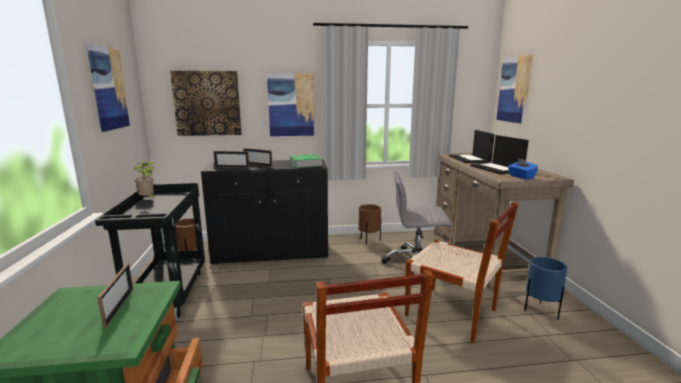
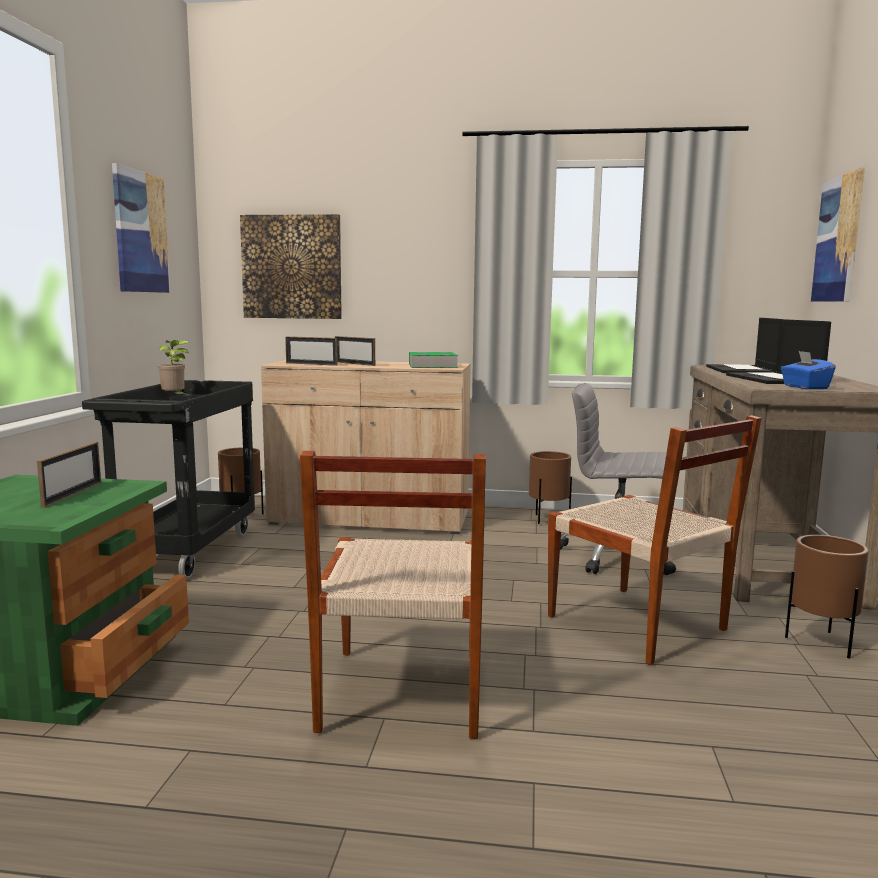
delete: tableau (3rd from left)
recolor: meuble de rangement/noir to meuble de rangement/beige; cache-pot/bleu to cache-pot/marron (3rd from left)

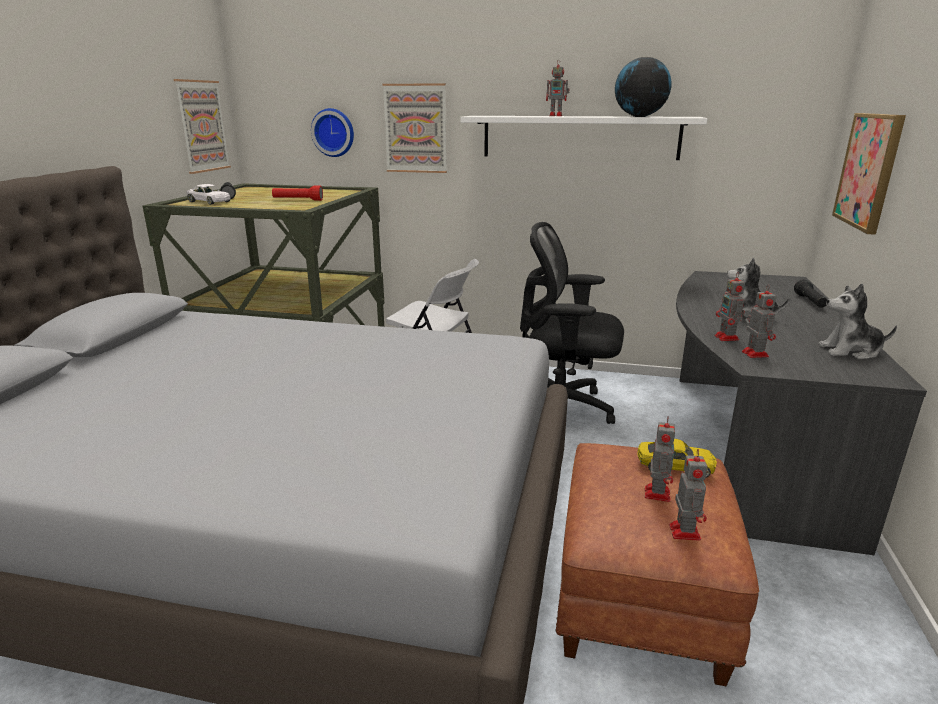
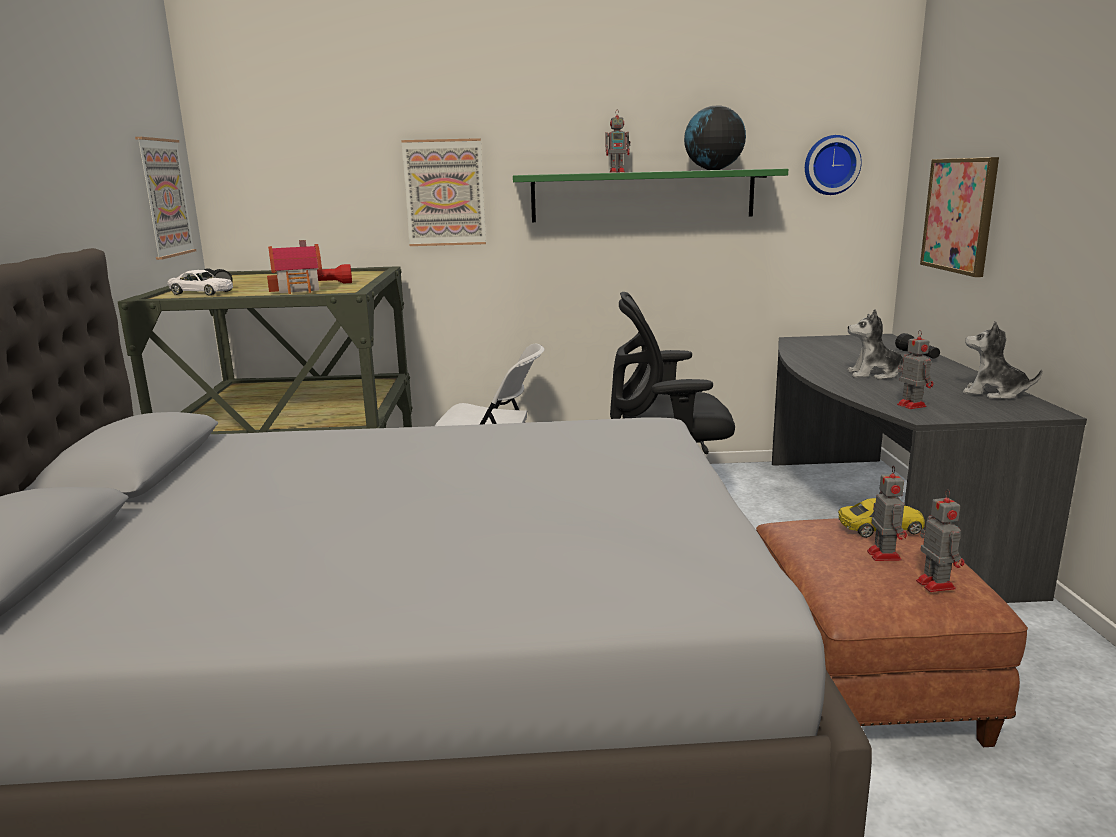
delete: robot jouet (4th from left)
insert: maison miniature
move: horloge murale
recolor: étagère/blanc to étagère/vert
rotate: peluche (2nd from left) 45 degrees clockwise

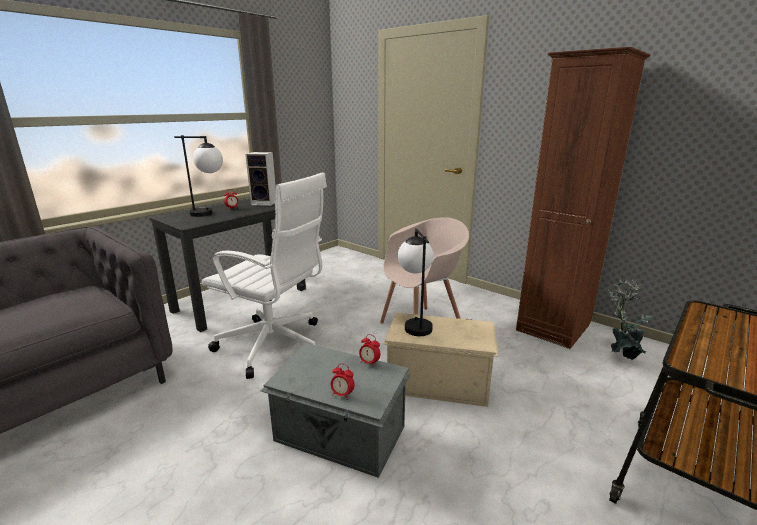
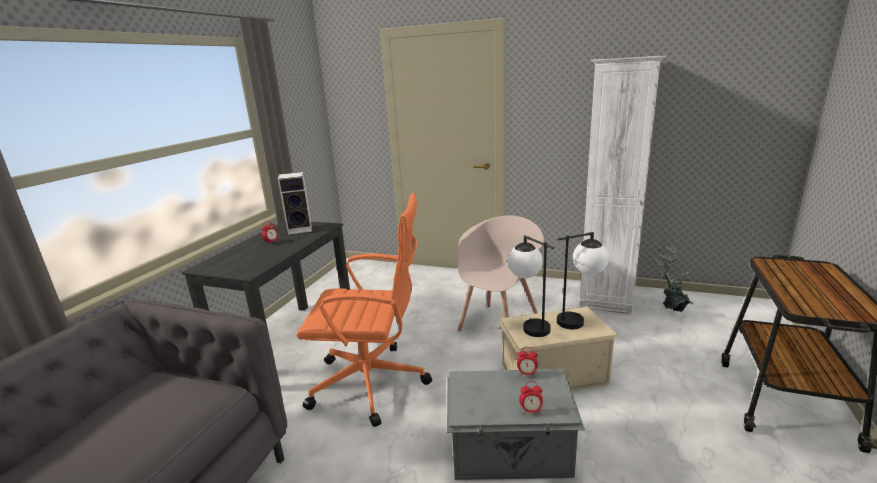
move: lampe de table (1st from left in the first image) to lampe de table (2nd from left)
recolor: meuble de rangement/marron to meuble de rangement/blanc; chaise de bureau/blanc to chaise de bureau/orange

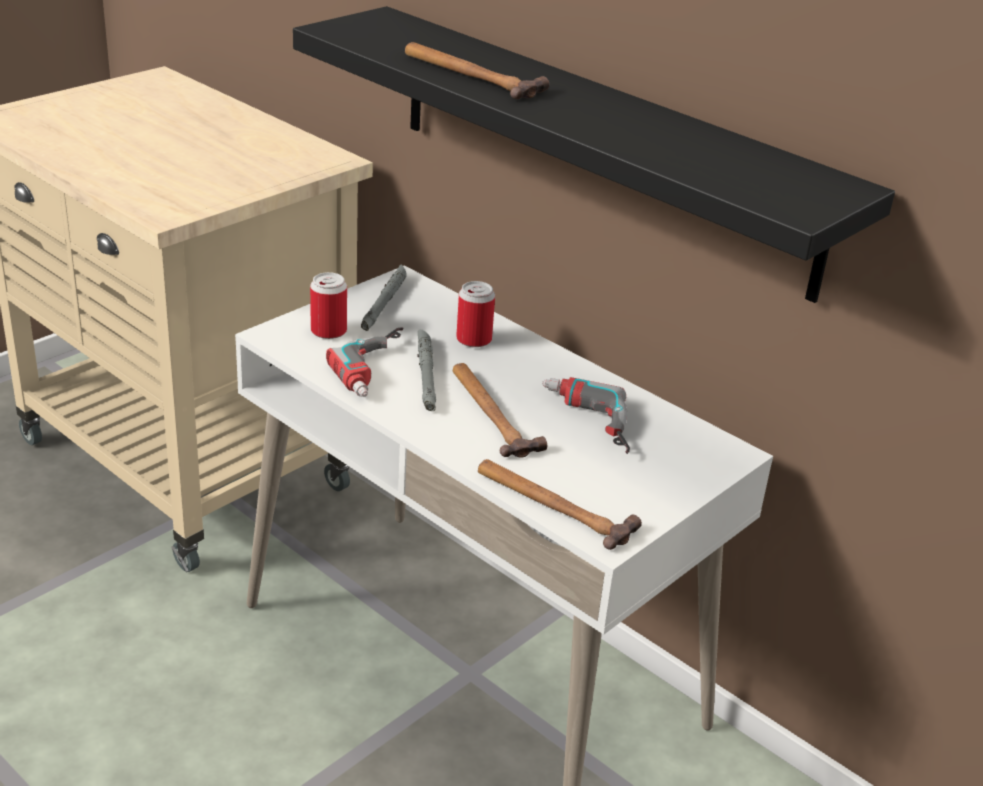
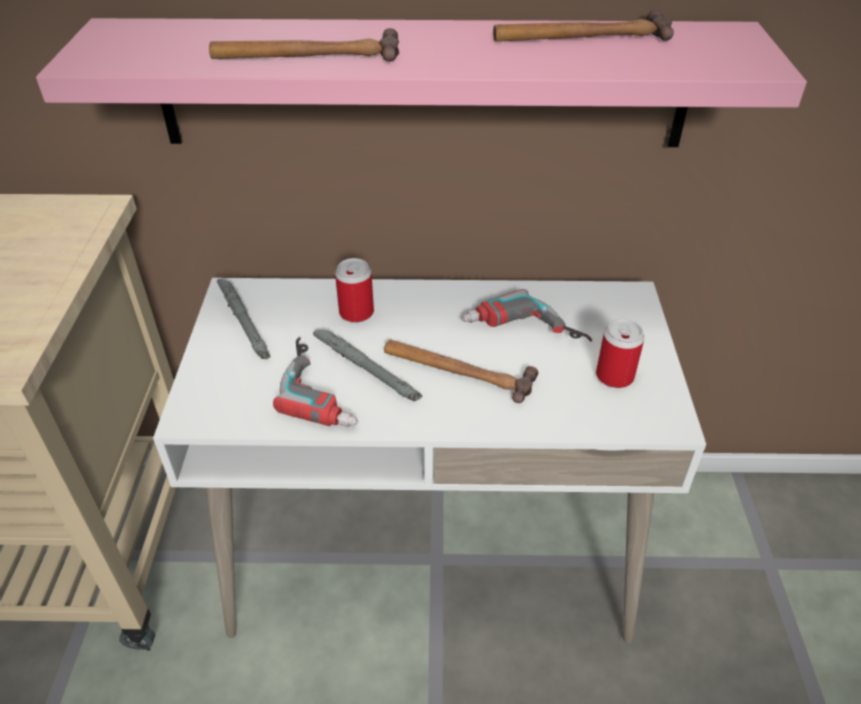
move: boîte métallique (1st from left in the first image) to boîte métallique (2nd from left); marteau (3rd from left)
recolor: étagère/noir to étagère/rose

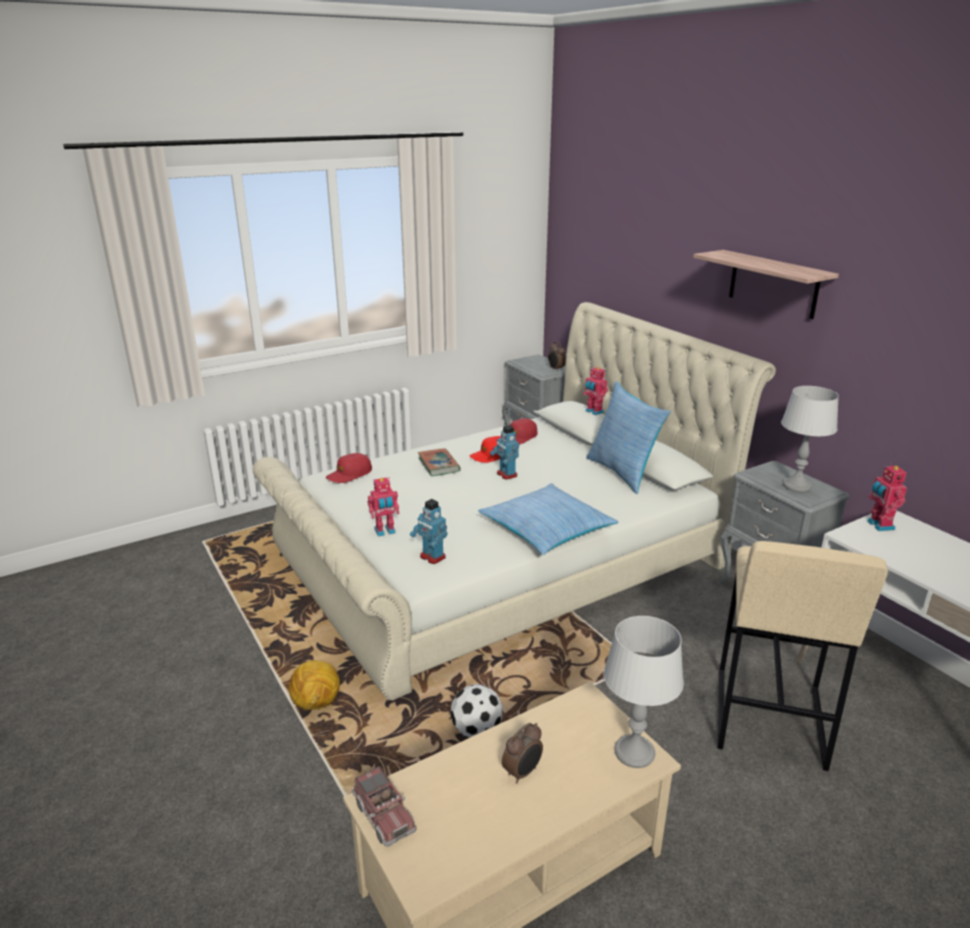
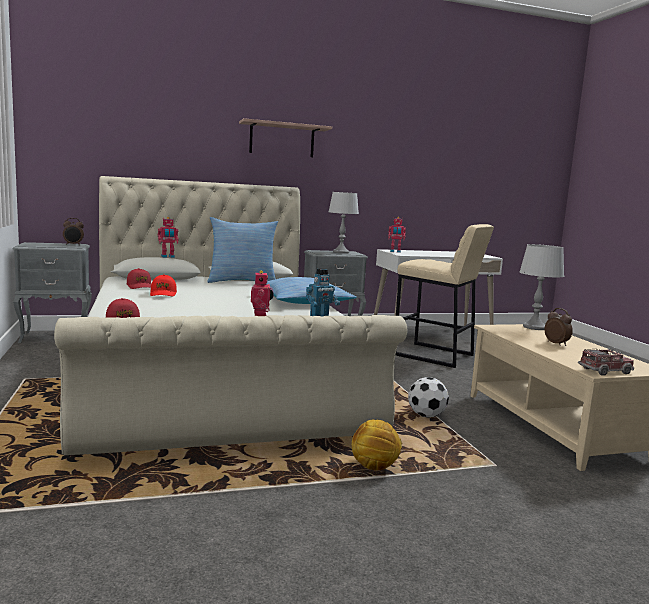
delete: robot jouet (3rd from left); livre

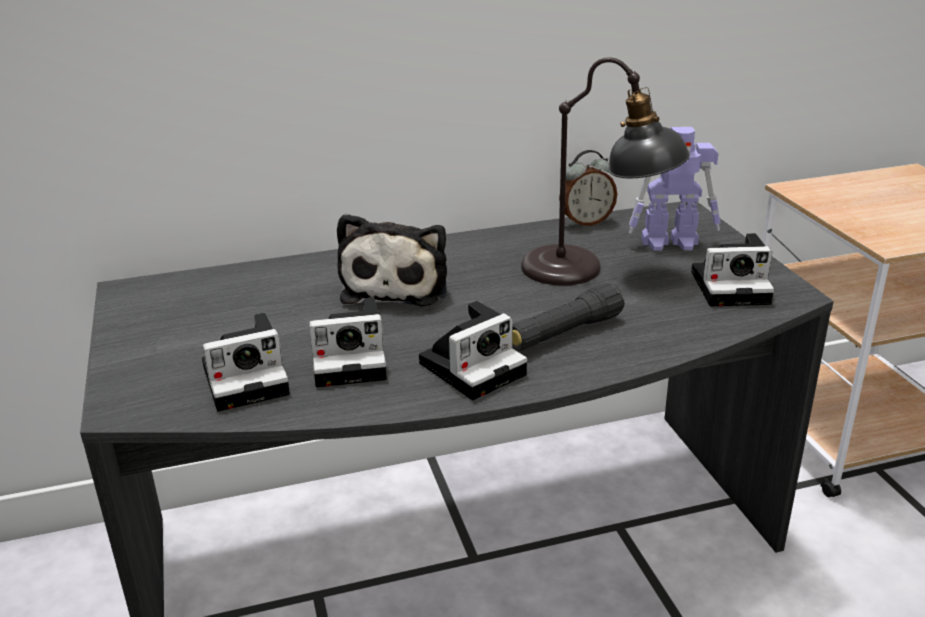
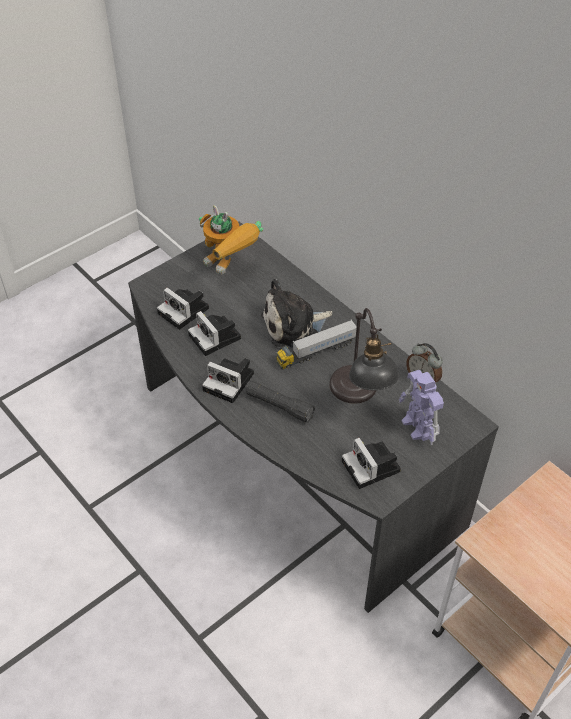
insert: robot jouet (1st from left); camion jouet

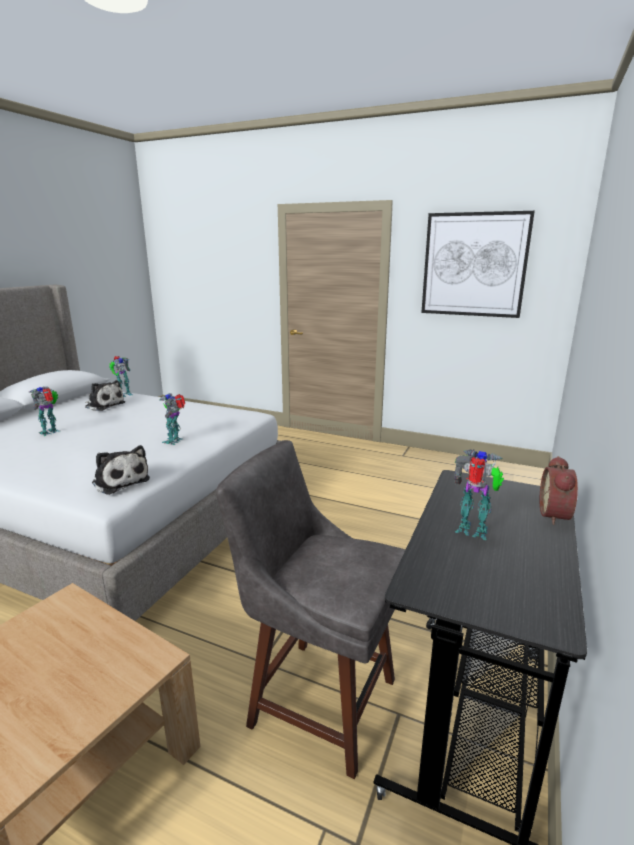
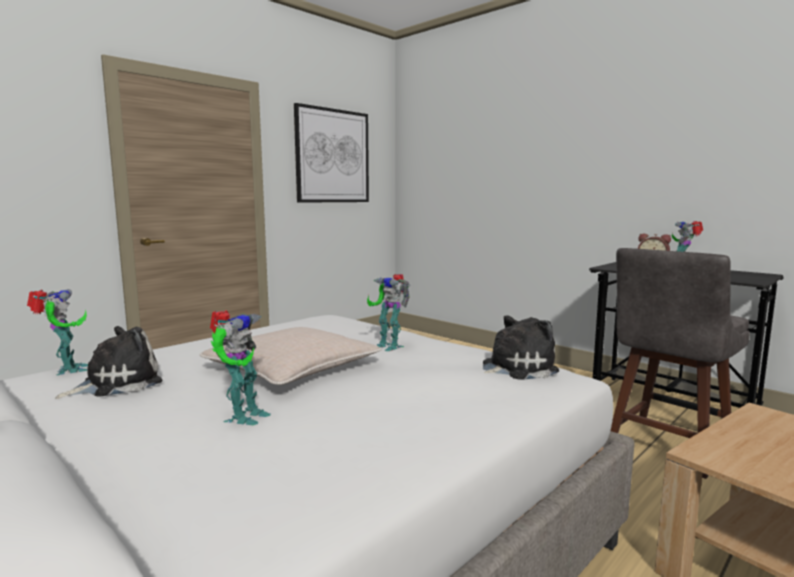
insert: coussin/beige
rotate: robot jouet (1st from left in the first image) 120 degrees counterclockwise

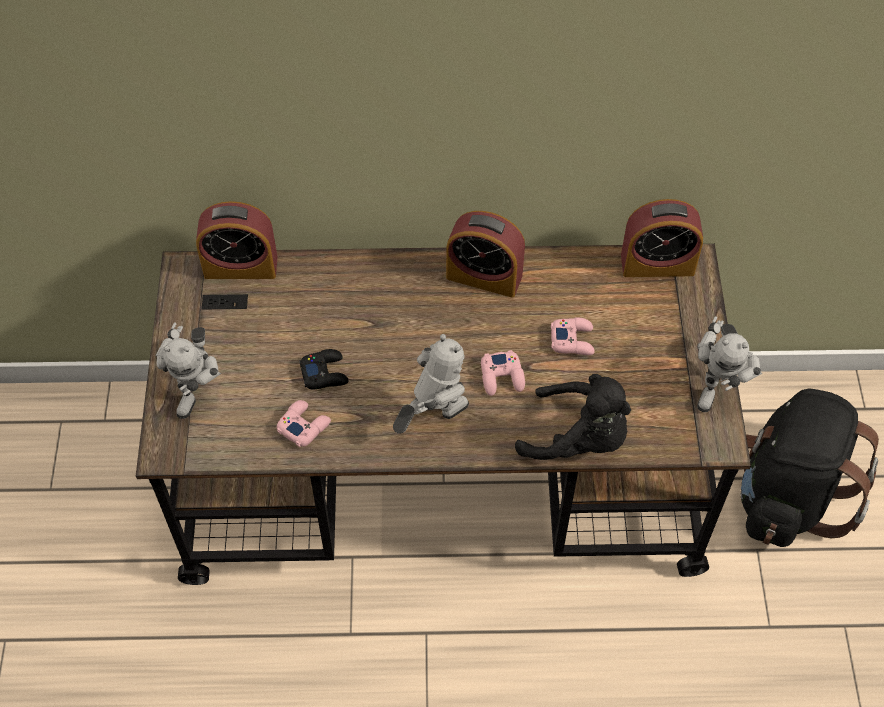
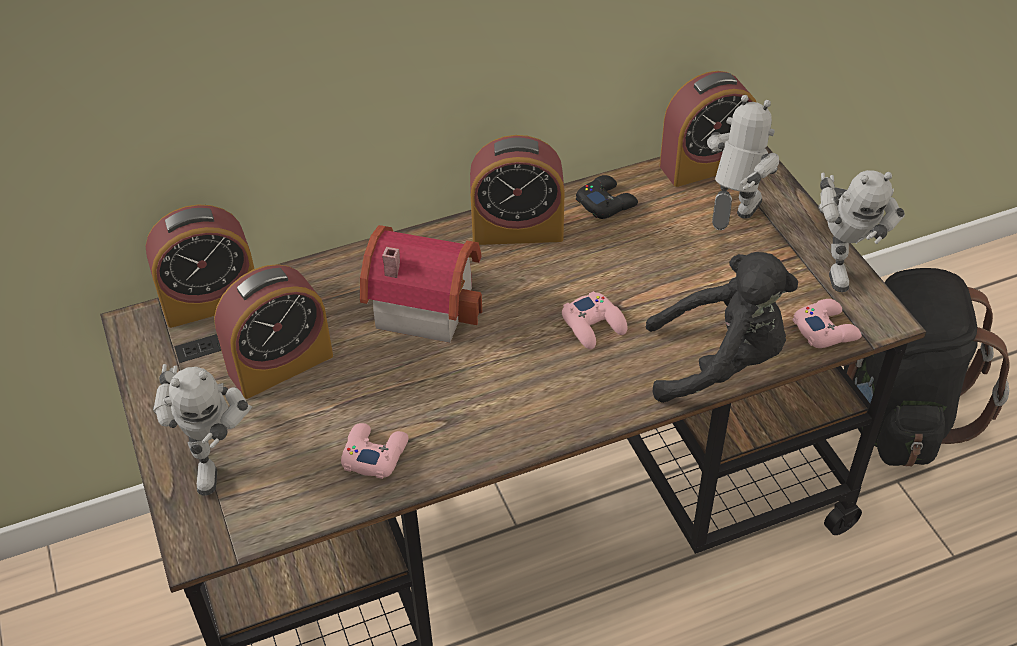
insert: maison miniature; réveil (2nd from left)
move: manette/rose (3rd from left); robot jouet (2nd from left); manette/noir

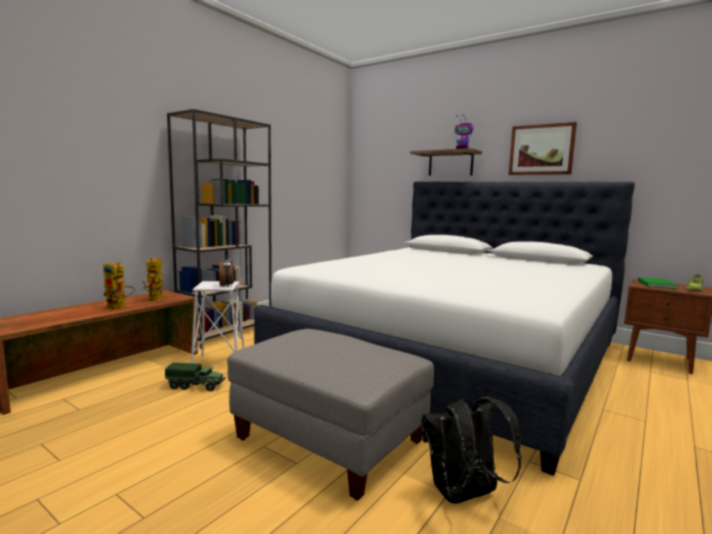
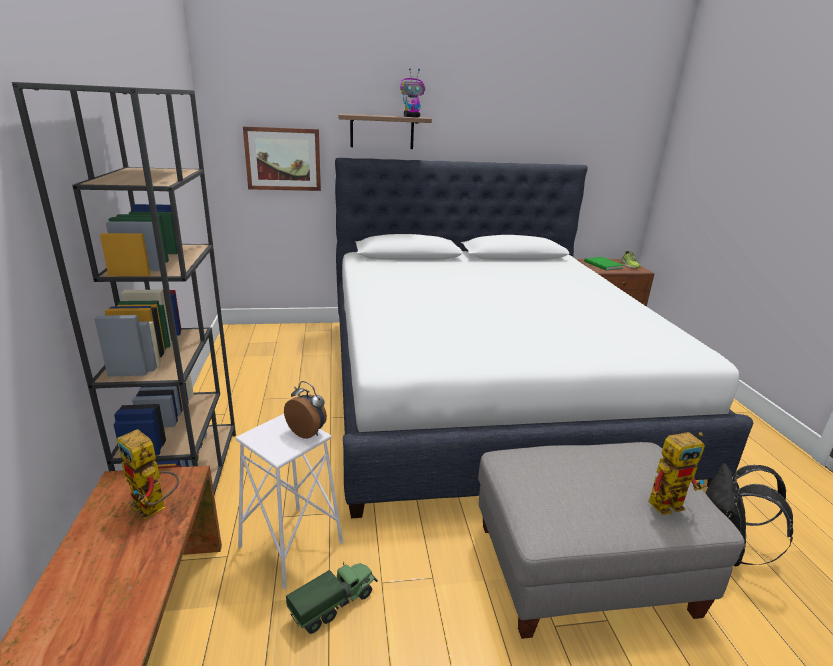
move: tableau; robot jouet (1st from left in the first image) to robot jouet (3rd from left)

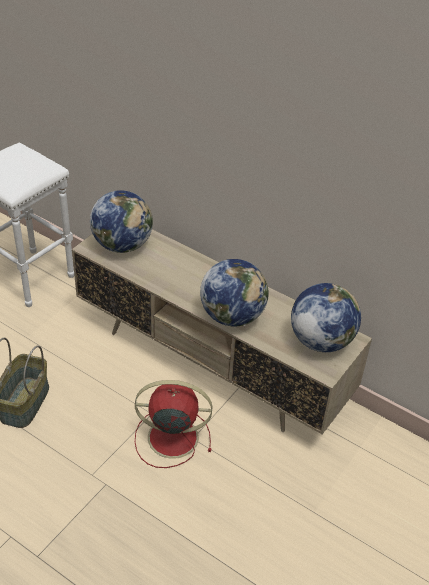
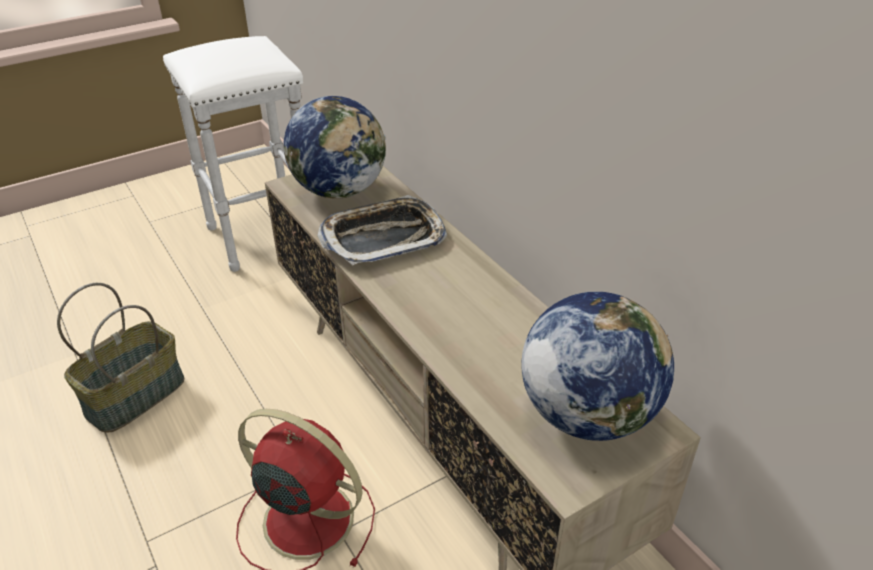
delete: globe (2nd from left)
insert: plateau

